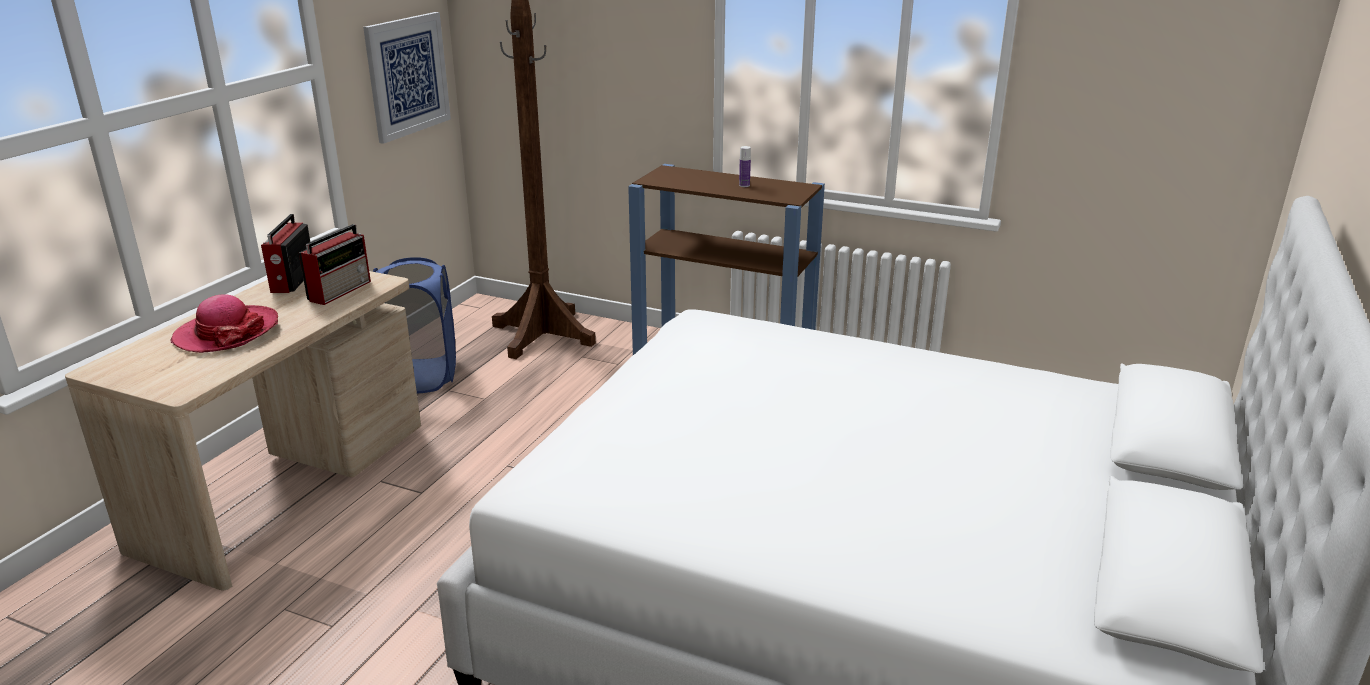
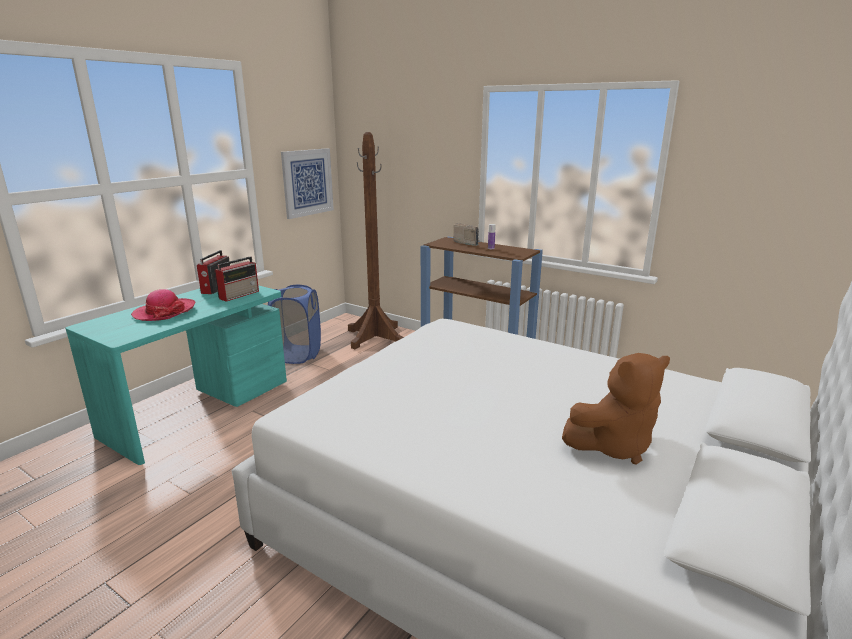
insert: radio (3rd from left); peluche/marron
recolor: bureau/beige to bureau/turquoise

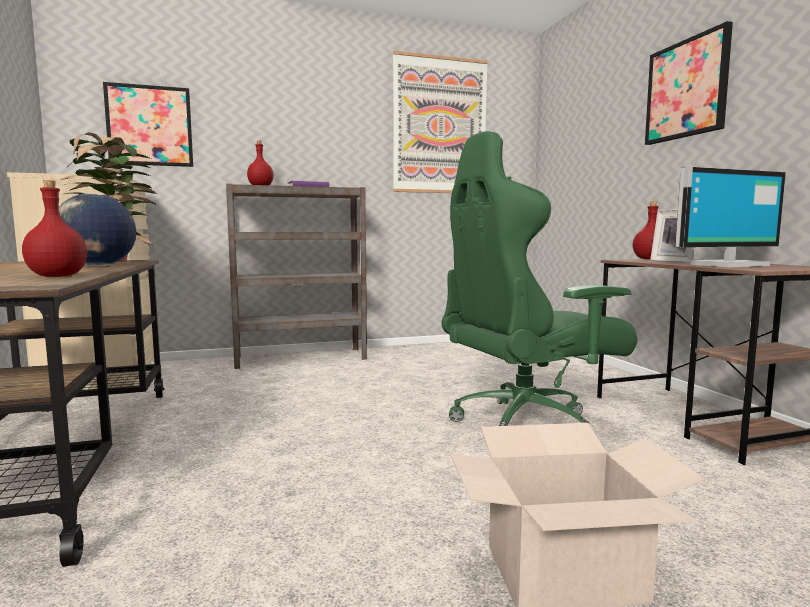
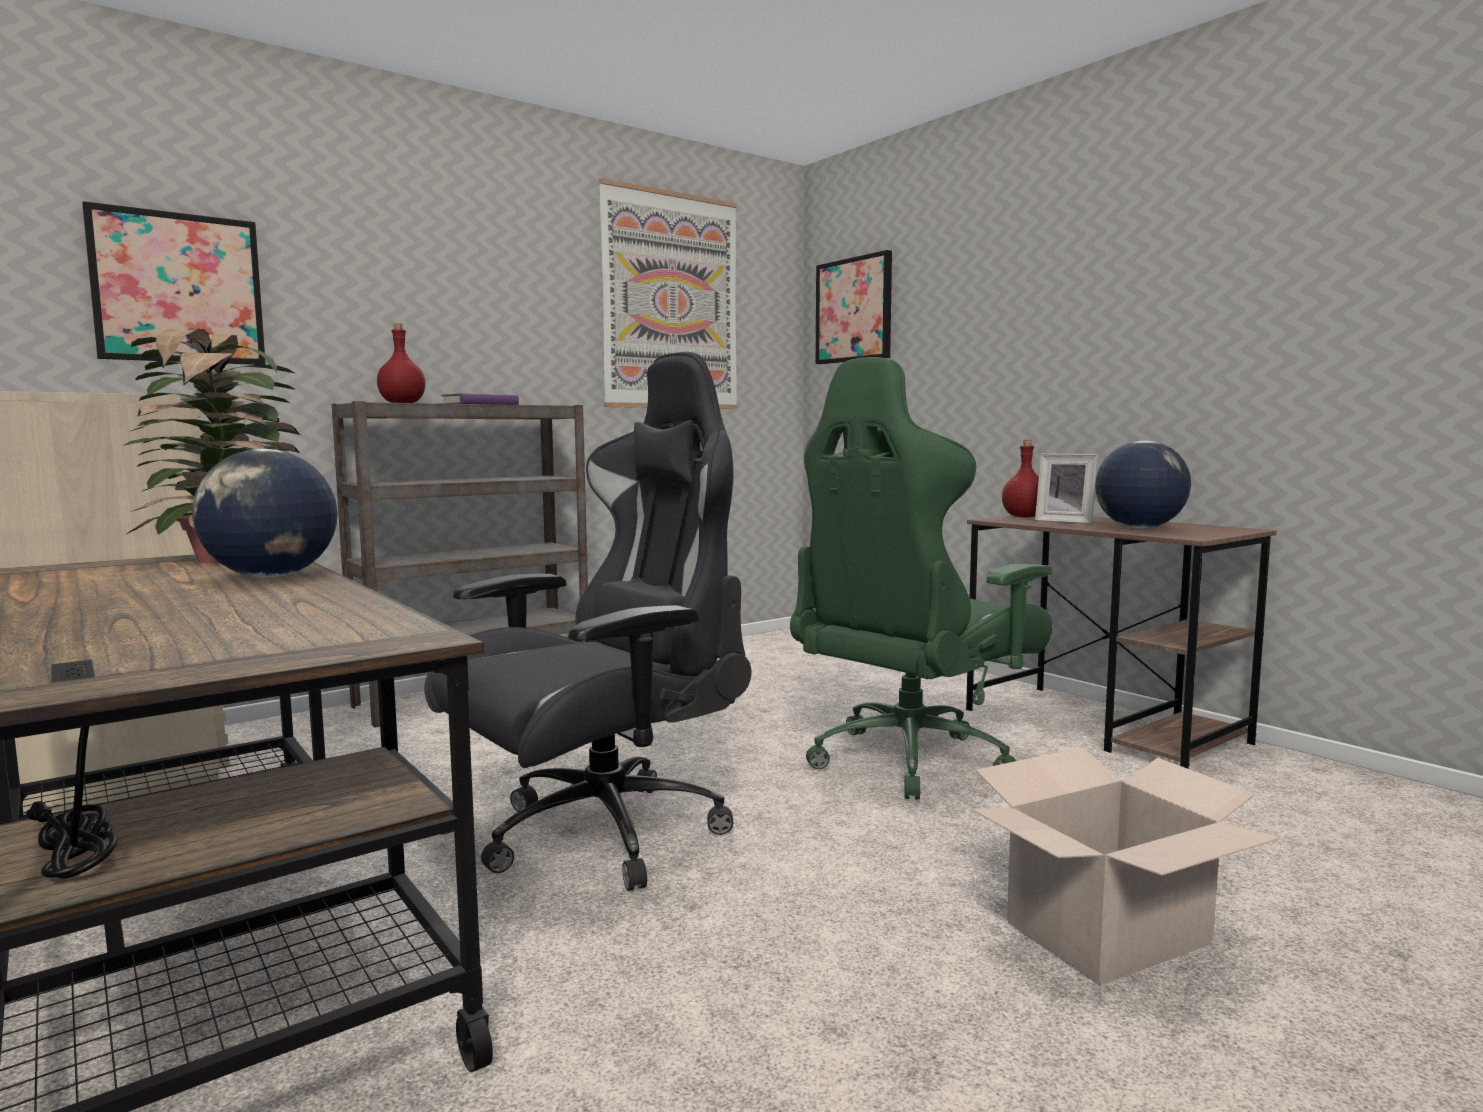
delete: bouteille/rouge (1st from left)
insert: chaise de bureau/noir
move: tableau (3rd from left)
replace: écran d'ordinateur to globe (2nd from left)

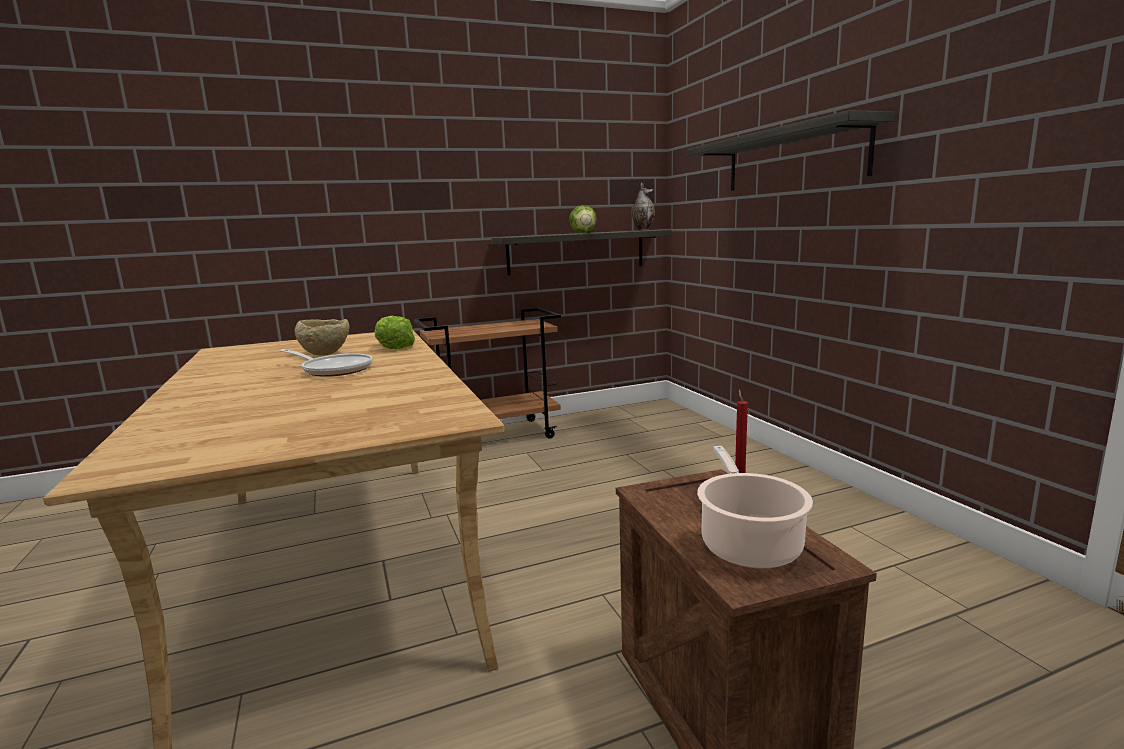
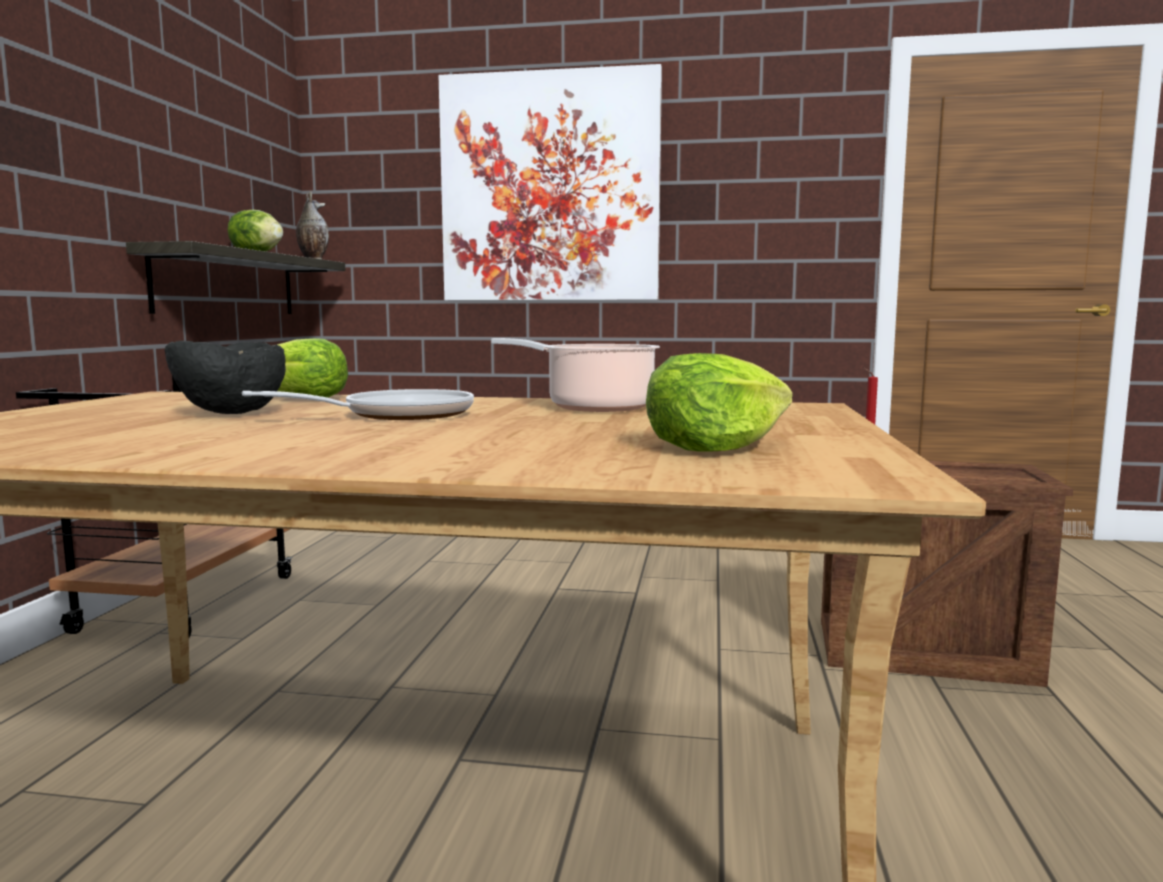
insert: laitue (3rd from left)
move: marmite
replace: étagère (2nd from left) to tableau
recolor: bol/beige to bol/noir

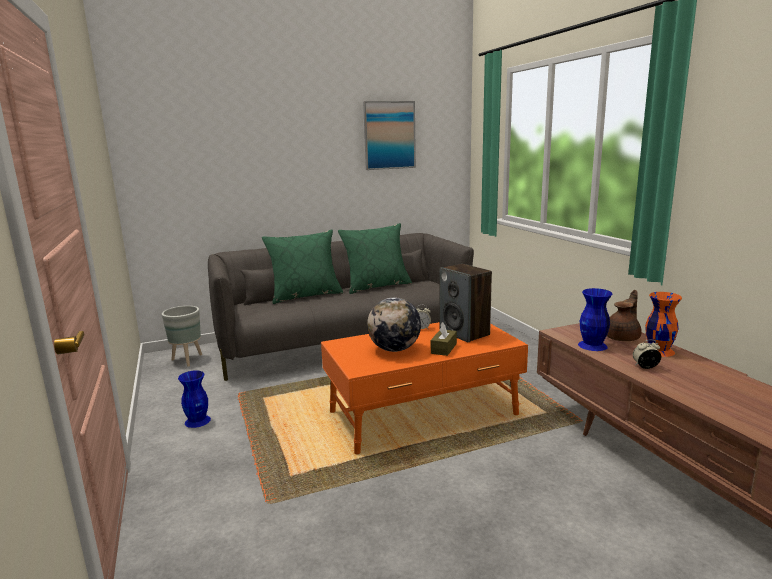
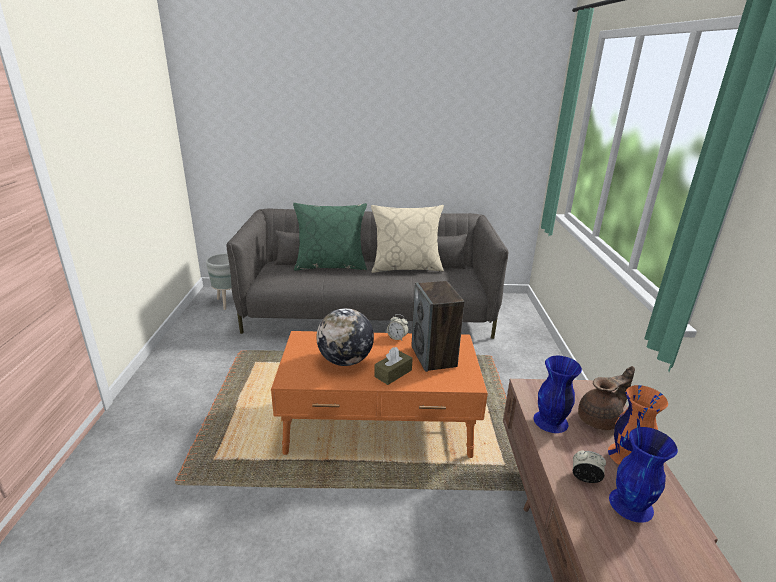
delete: tableau
move: vase/bleu (1st from left in the first image) to vase/bleu (2nd from left)
recolor: coussin/vert (2nd from left) to coussin/beige

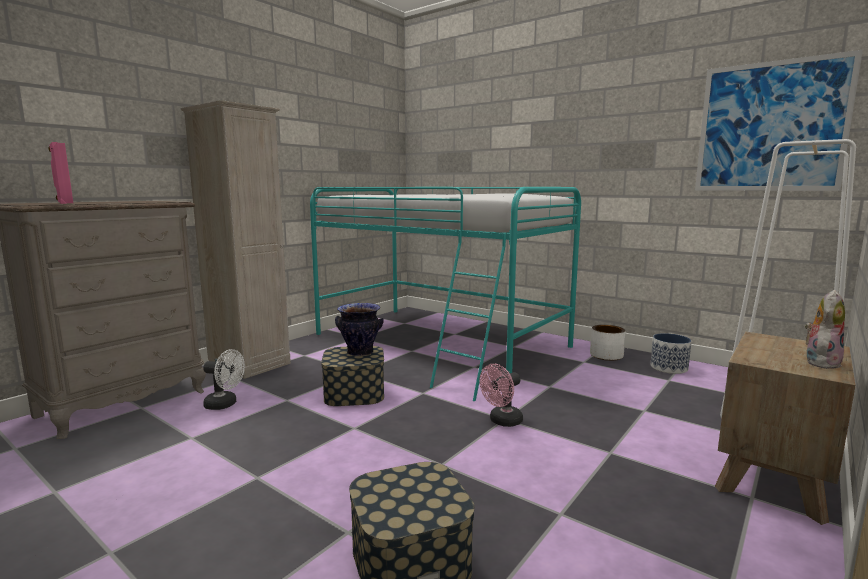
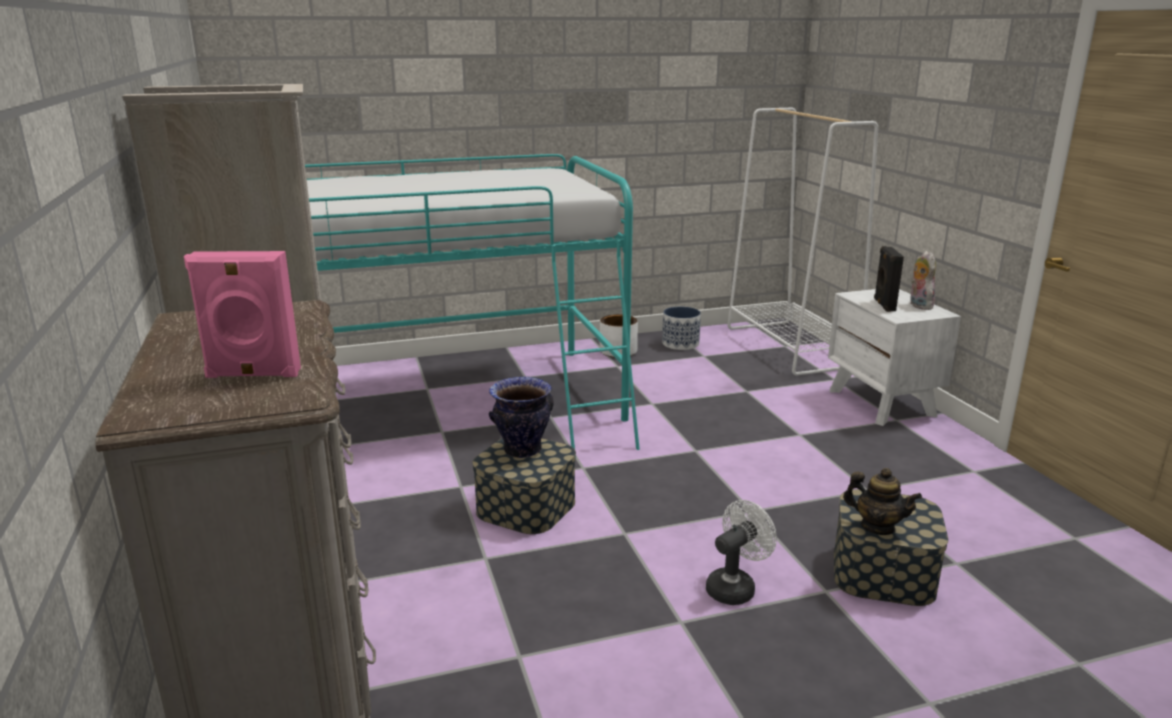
delete: tableau; ventilateur/rose
insert: enceinte/noir; théière
move: ventilateur/blanc
recolor: table de chevet/marron to table de chevet/blanc

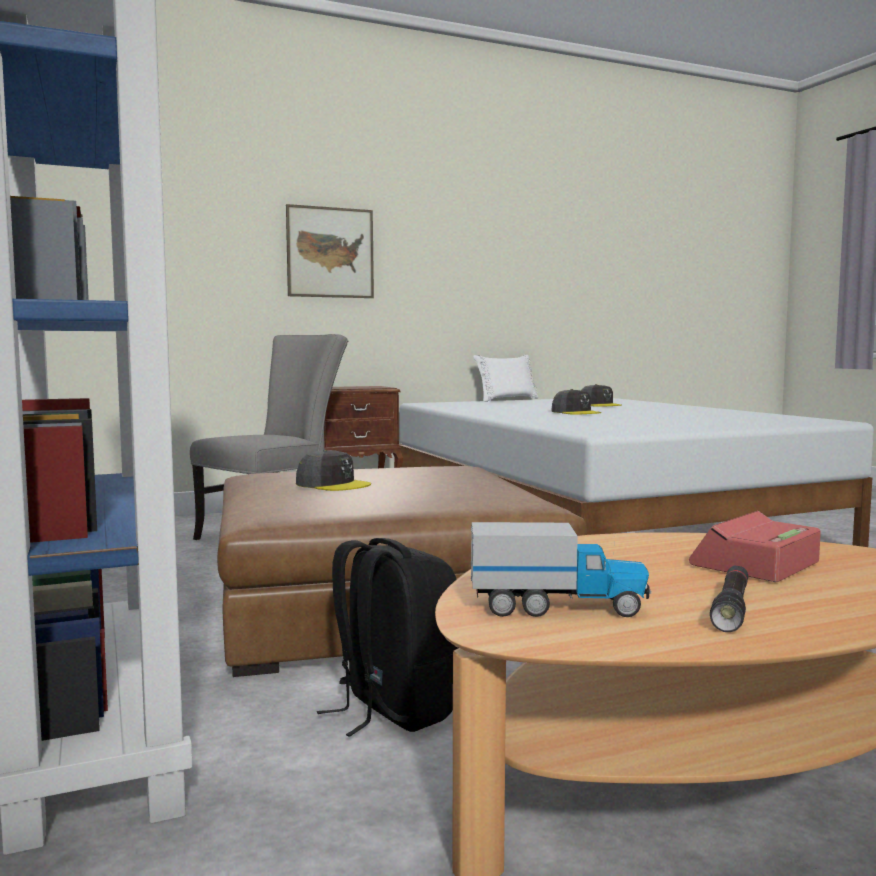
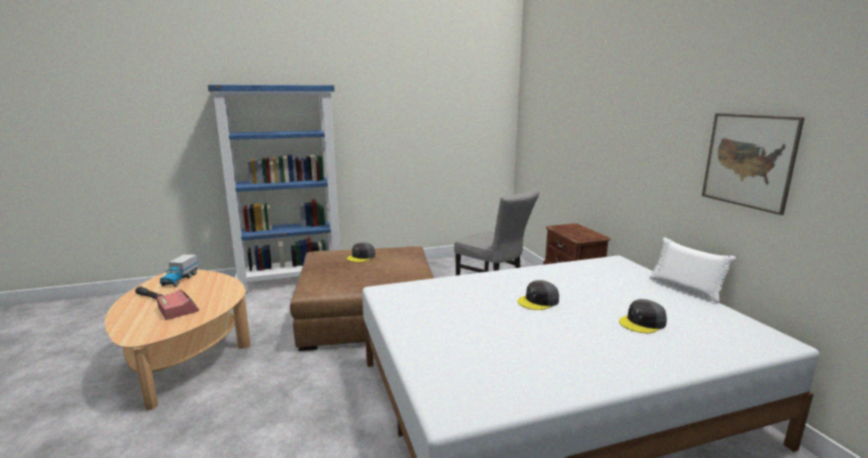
delete: sac à dos/noir
move: tableau

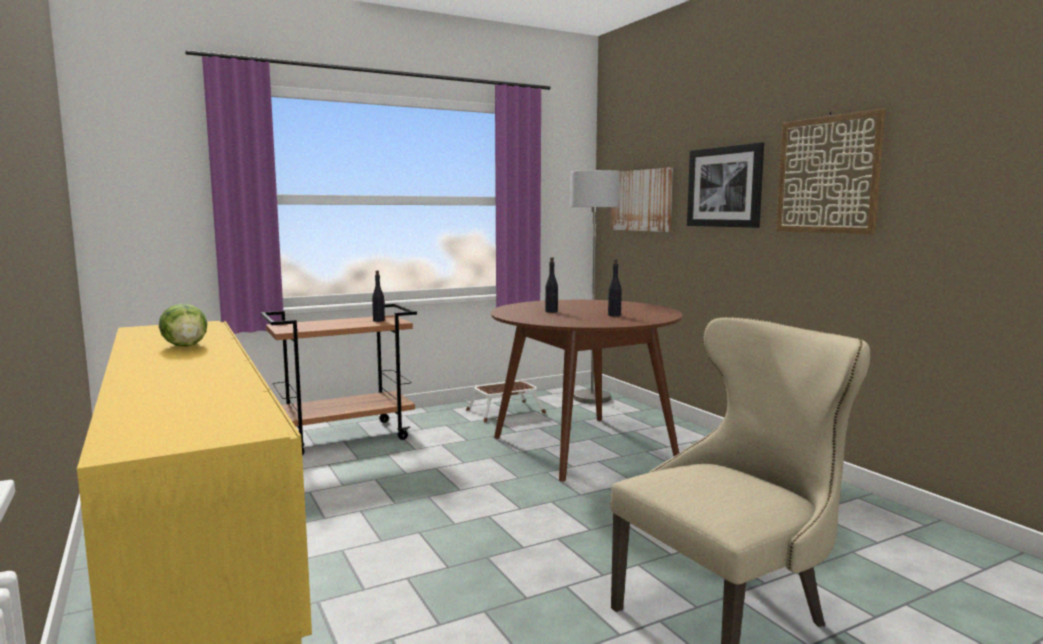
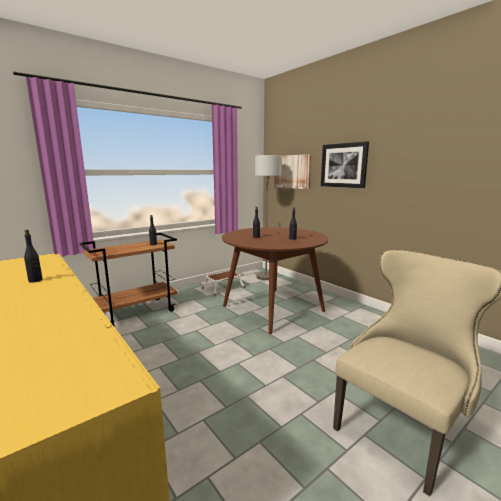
delete: tableau (3rd from left)
replace: laitue to bouteille/noir (1st from left)

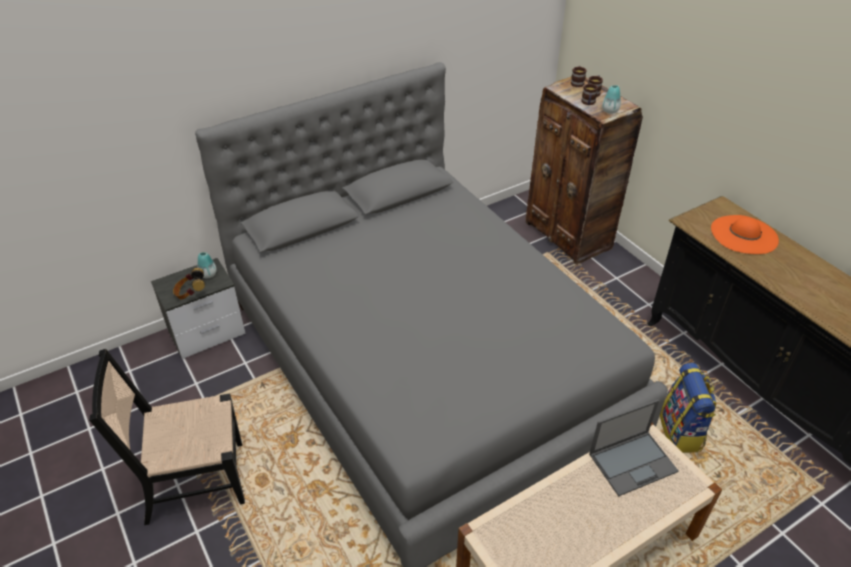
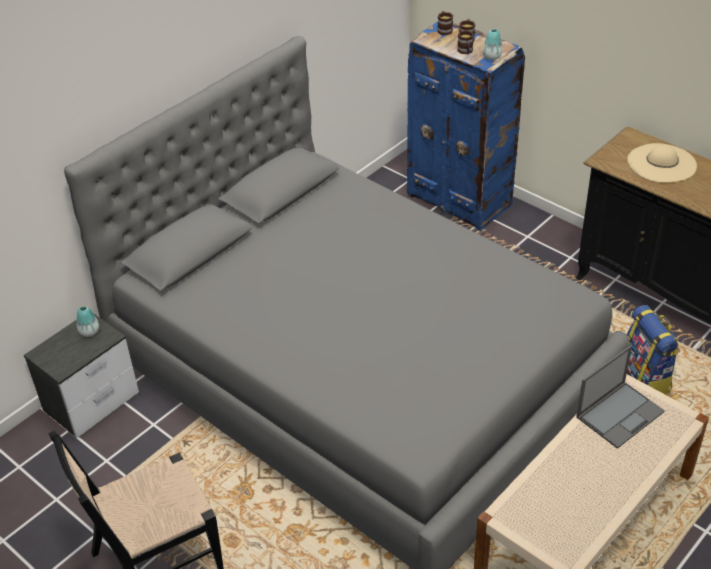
delete: casque audio
recolor: meuble de rangement/marron to meuble de rangement/bleu; chapeau/orange to chapeau/beige

